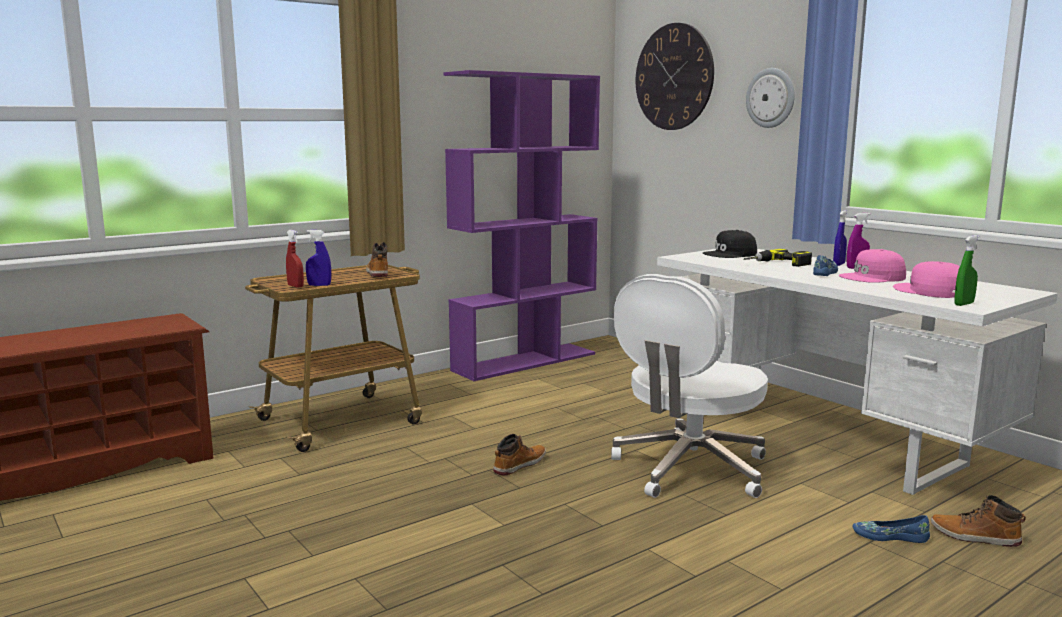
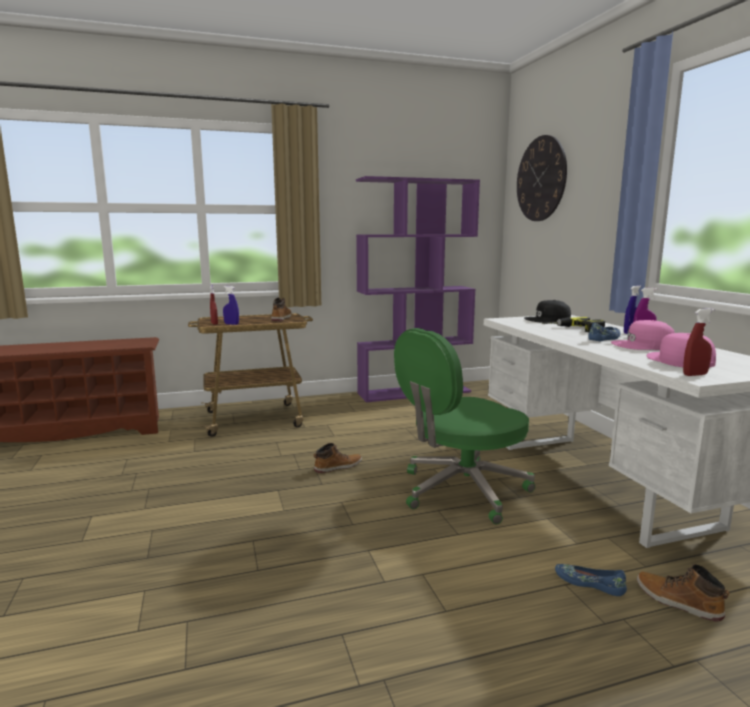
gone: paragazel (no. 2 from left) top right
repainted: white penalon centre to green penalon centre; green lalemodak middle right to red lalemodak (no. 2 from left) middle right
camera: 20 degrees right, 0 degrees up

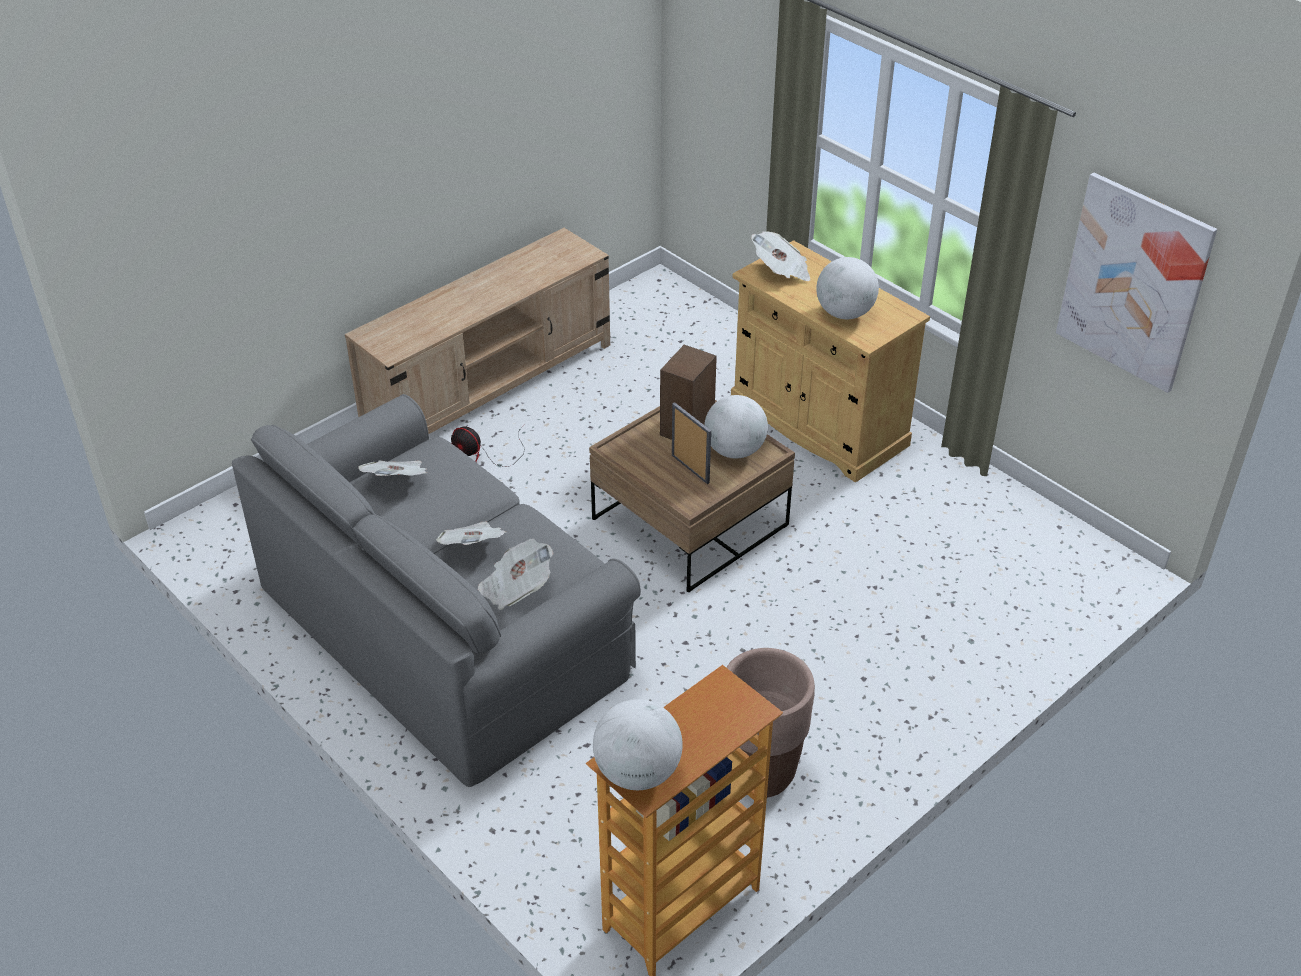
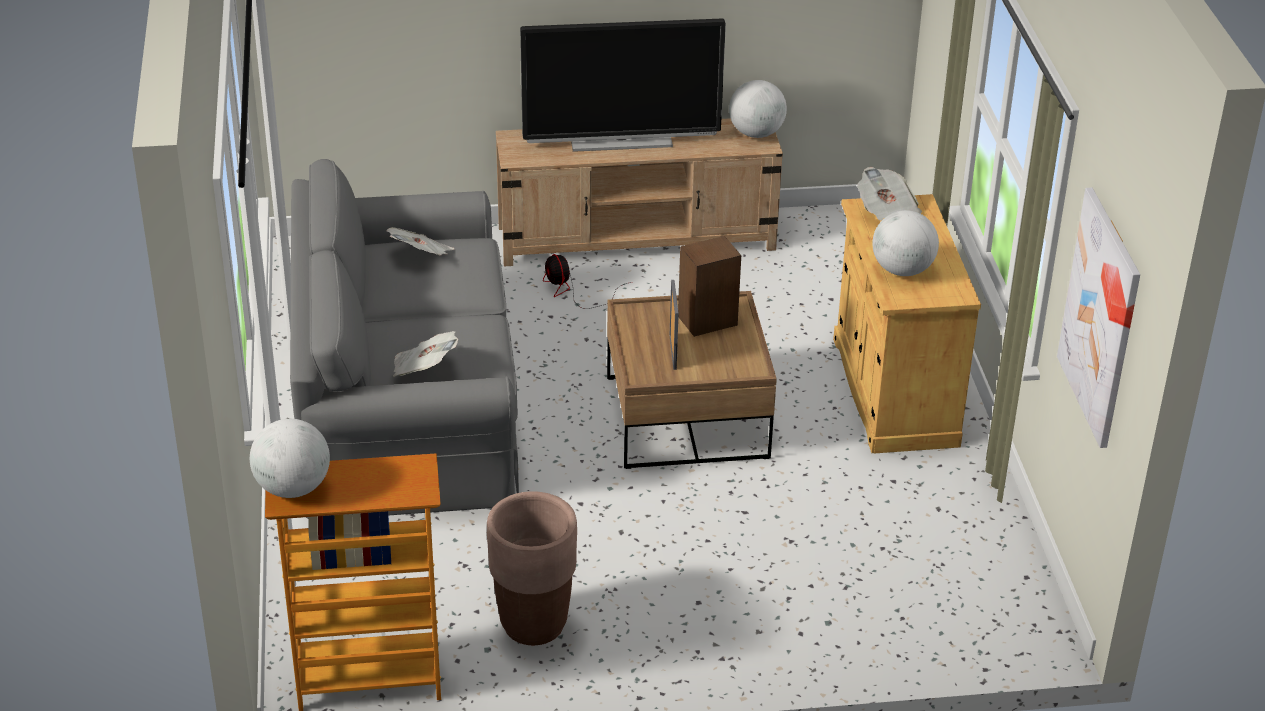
gone: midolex (no. 2 from left) centre
new: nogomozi top centre
shifted: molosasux (no. 2 from left) centre to top centre
camera: 35 degrees right, 5 degrees down

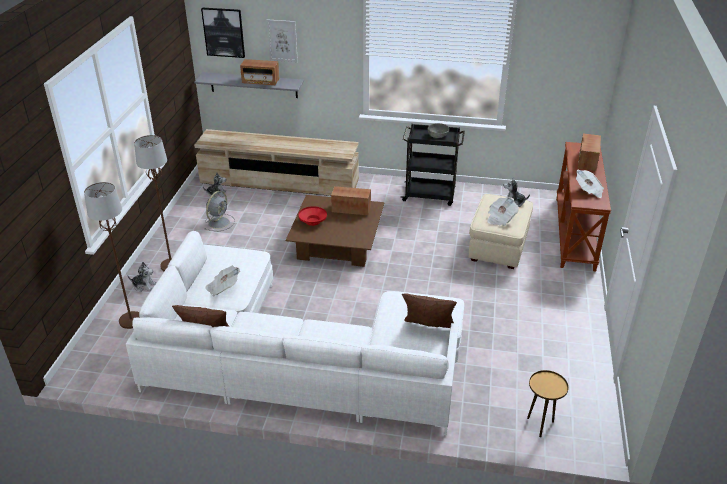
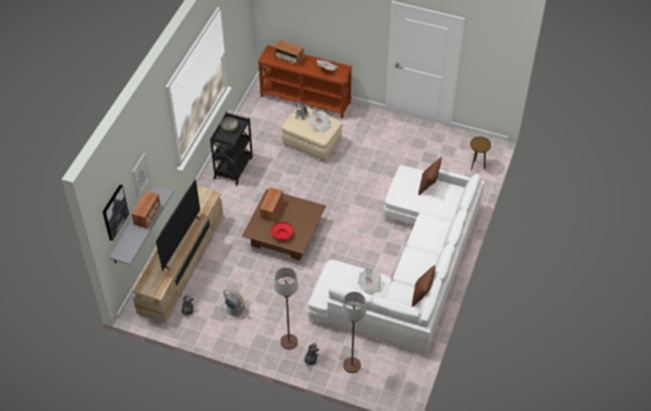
new: nogomozi middle left
camera: 80 degrees left, 15 degrees up

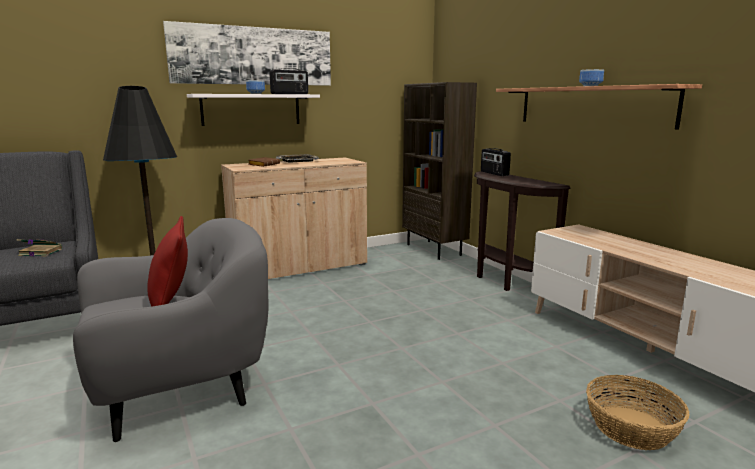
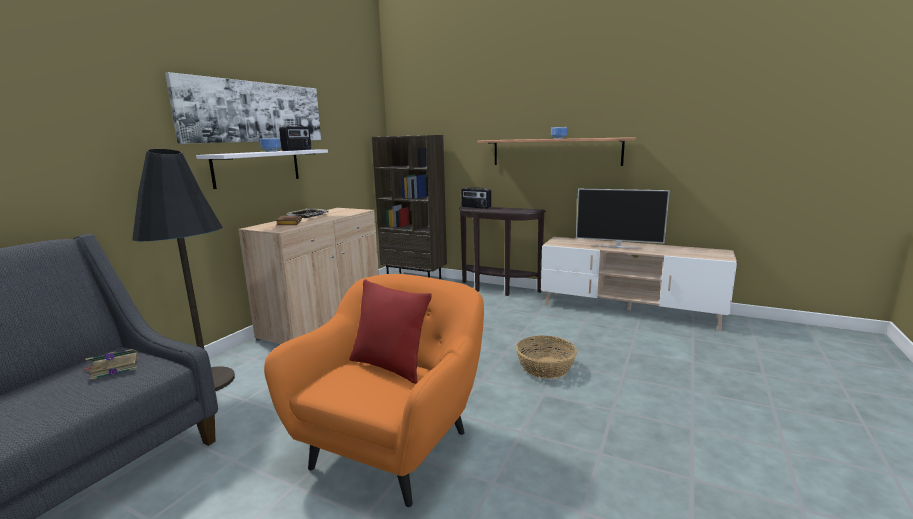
new: nogomozi middle right
shifted: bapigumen bottom right to bottom centre
repainted: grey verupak bottom left to orange verupak bottom centre
camera: 35 degrees left, 0 degrees up

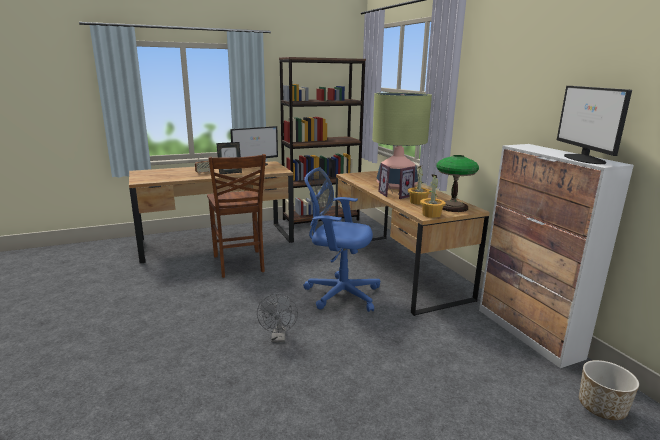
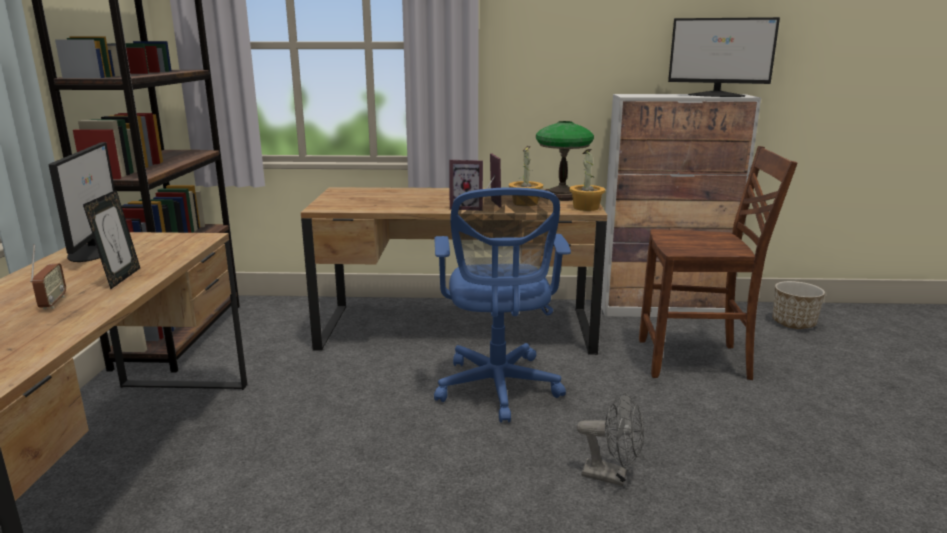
gone: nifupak (no. 1 from left) top centre
shifted: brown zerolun centre to middle right
rotated: blue penalon centre = centre 45 degrees counterclockwise
camera: 65 degrees left, 0 degrees up

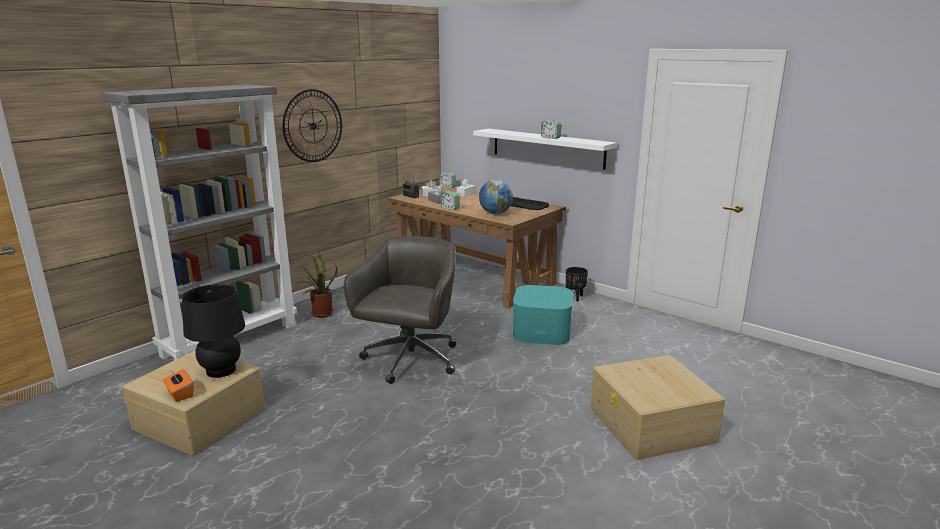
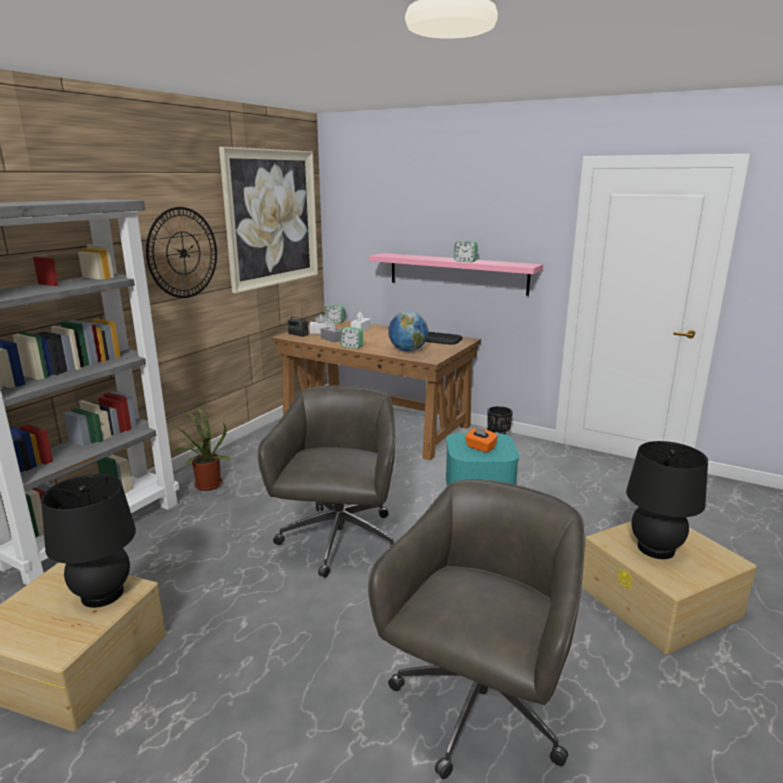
new: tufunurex top centre; grey penalon (no. 2 from left) bottom centre; black nifupak (no. 2 from left) middle right
shifted: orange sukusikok bottom left to centre
repainted: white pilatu top centre to pink pilatu centre
camera: 10 degrees left, 0 degrees up

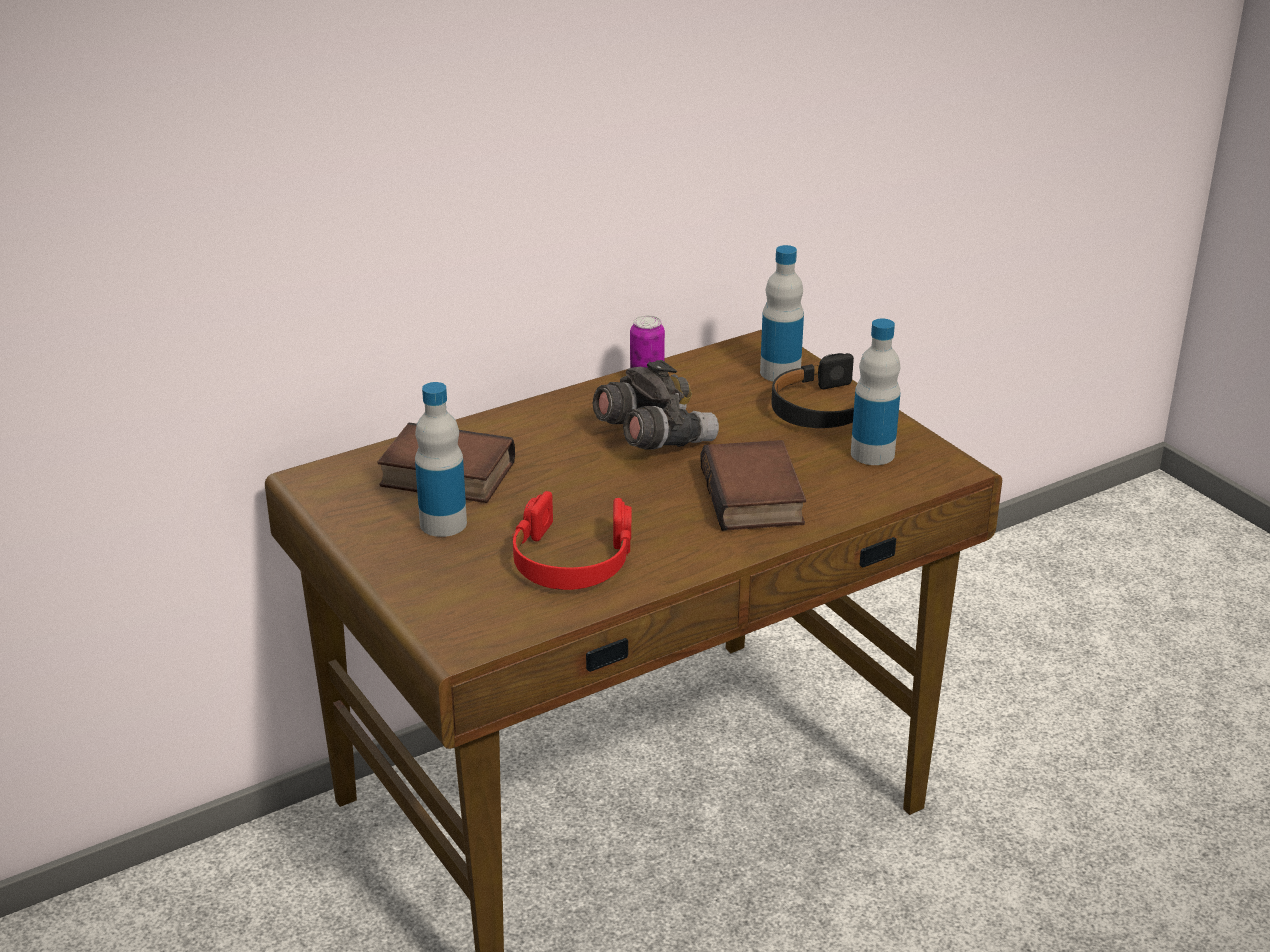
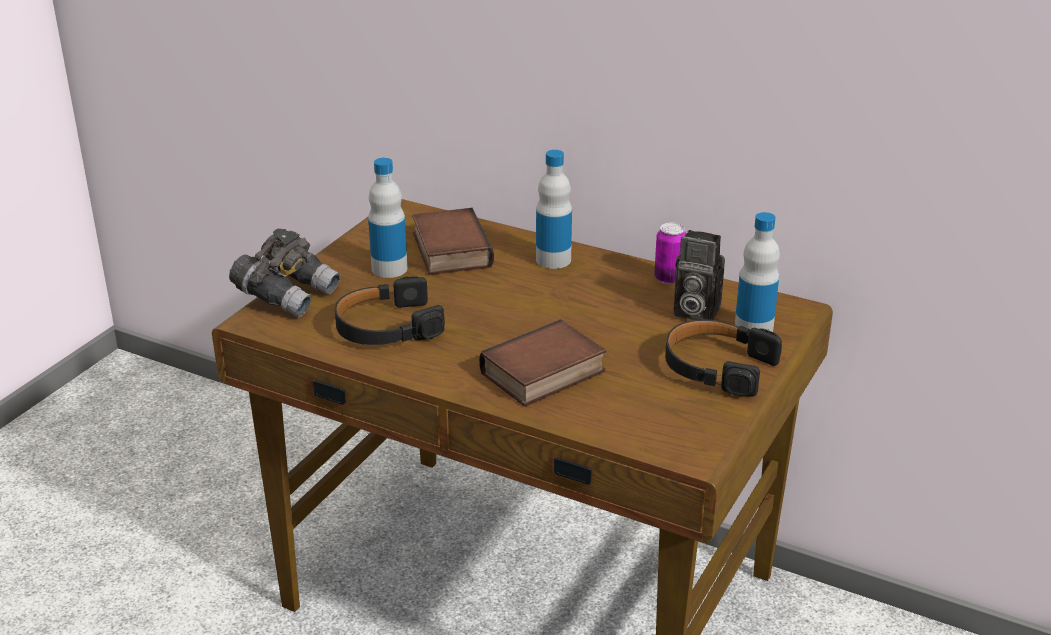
new: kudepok centre
shifted: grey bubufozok centre to middle left; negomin (no. 3 from left in the first image) middle right to negomin (no. 2 from left) top centre
repainted: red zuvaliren centre to black zuvaliren (no. 1 from left) centre
camera: 60 degrees right, 0 degrees up

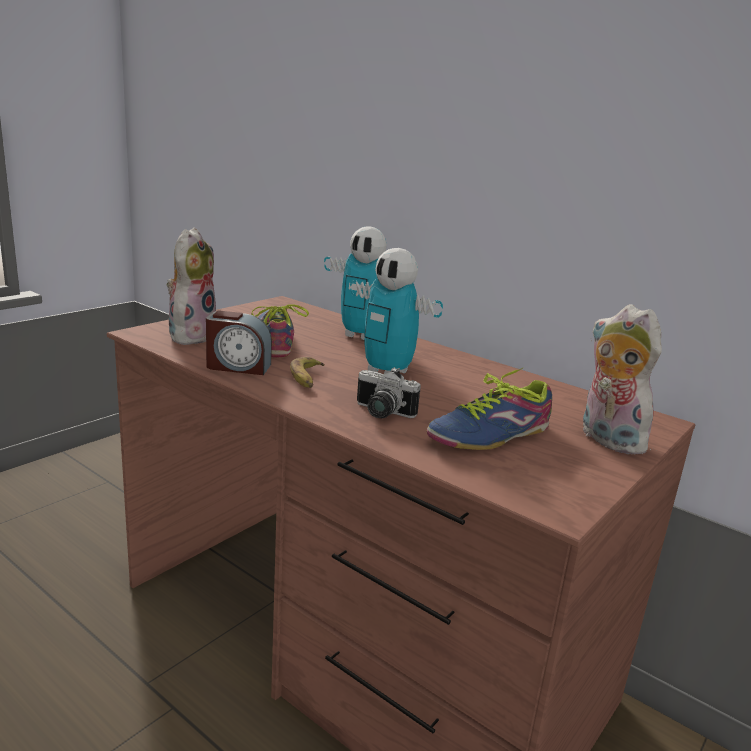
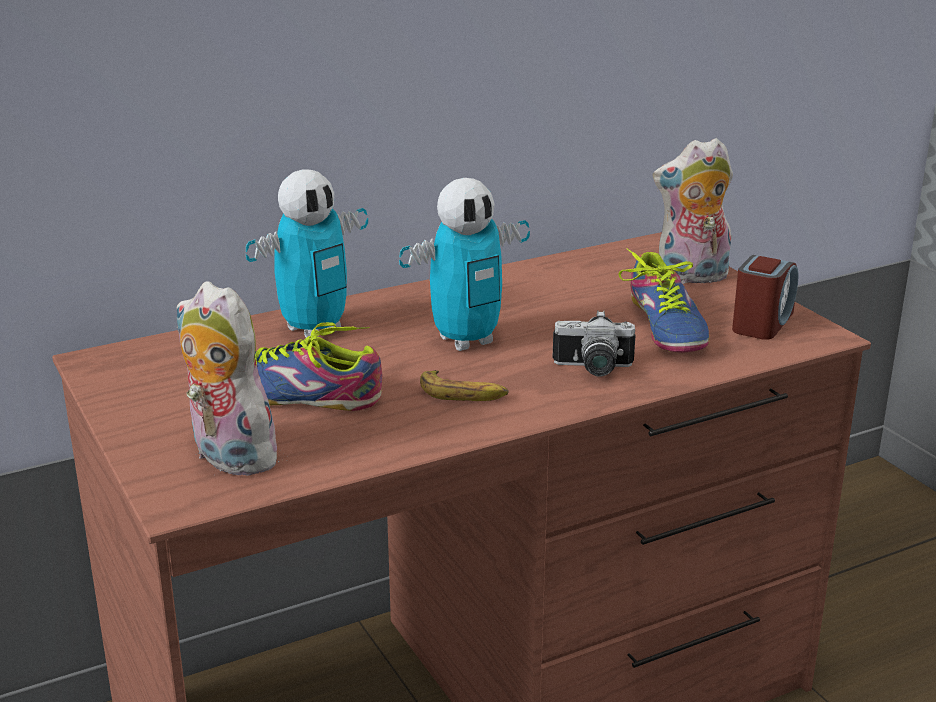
shifted: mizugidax middle left to middle right
rotated: kudepok centre = centre 45 degrees clockwise
camera: 65 degrees left, 5 degrees up

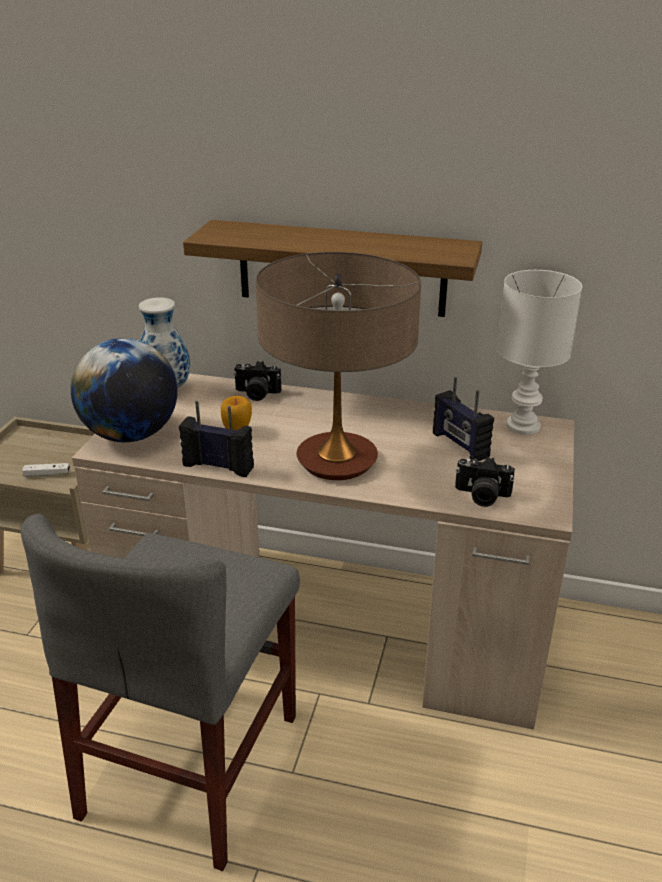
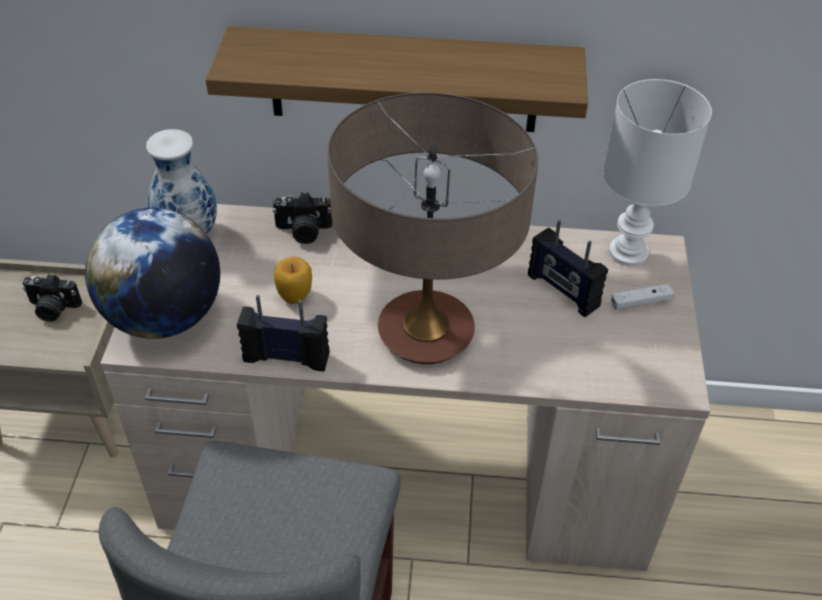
shifted: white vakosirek middle left to middle right; kudepok (no. 2 from left in the first image) middle right to kudepok (no. 1 from left) middle left
camera: 10 degrees left, 15 degrees up

